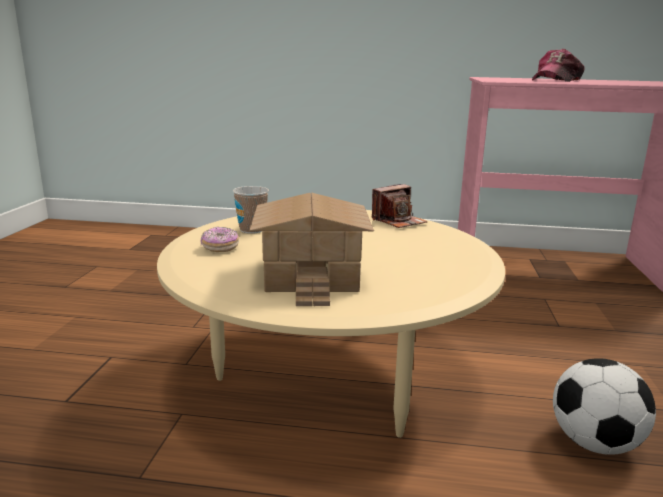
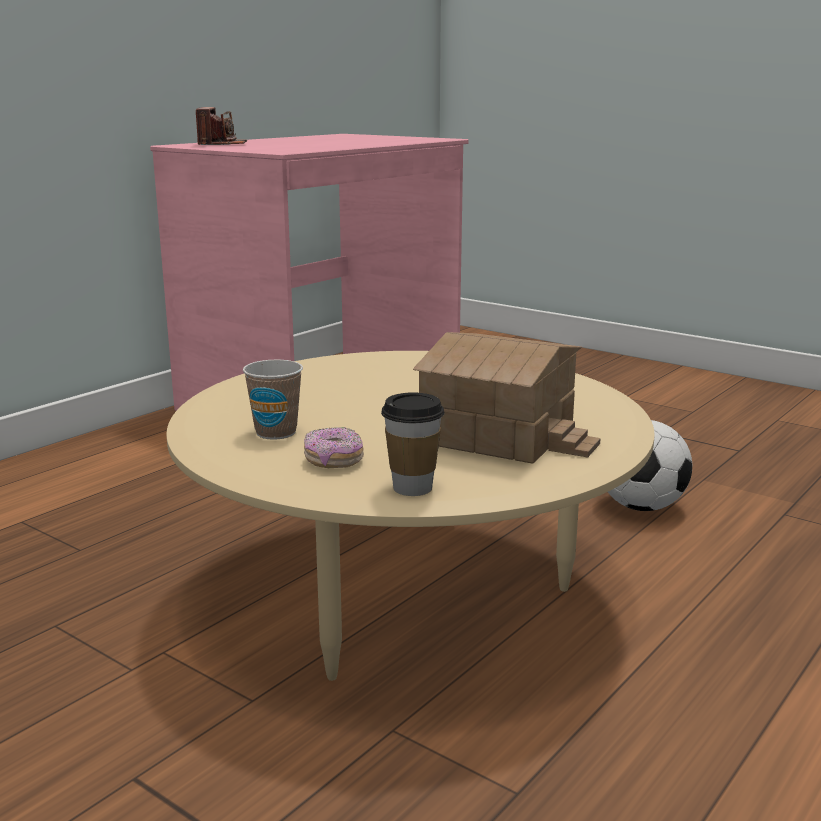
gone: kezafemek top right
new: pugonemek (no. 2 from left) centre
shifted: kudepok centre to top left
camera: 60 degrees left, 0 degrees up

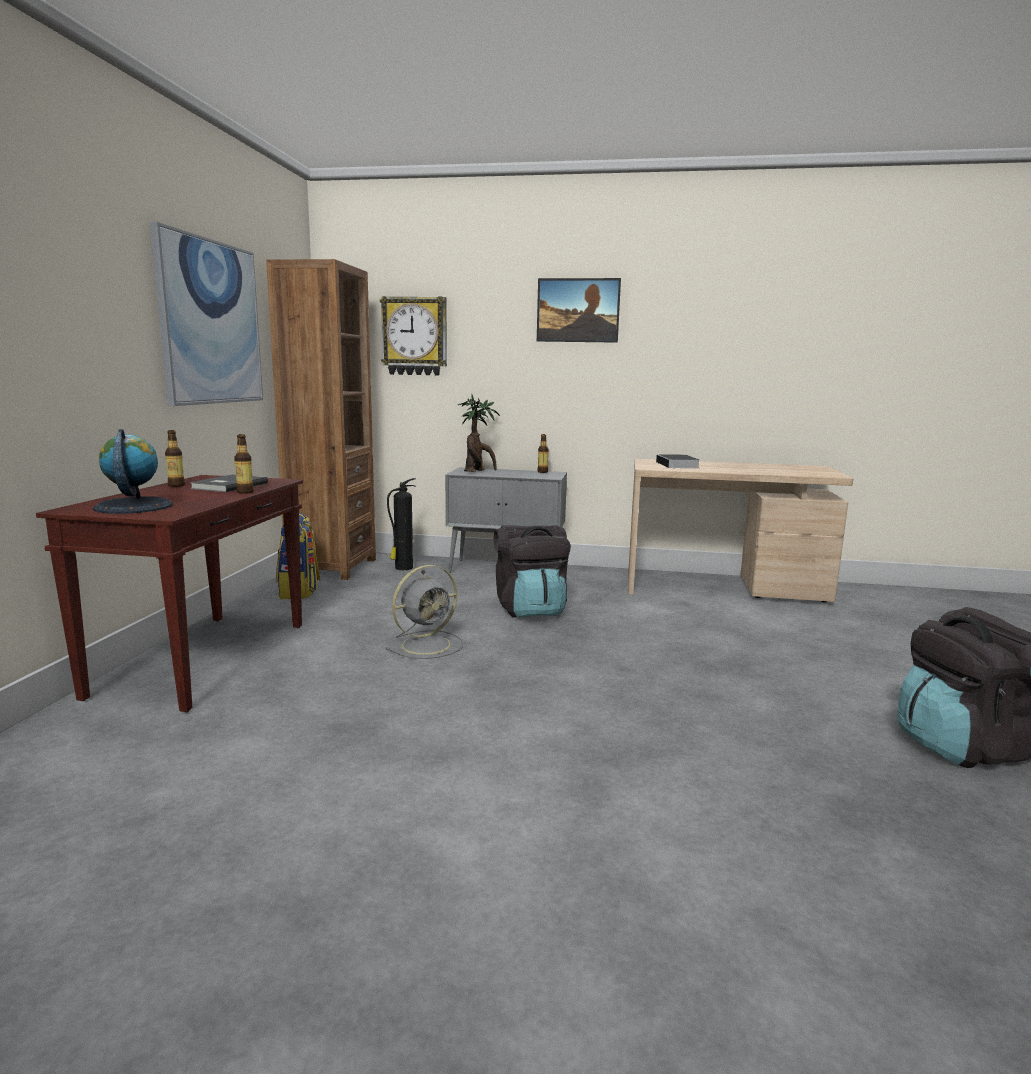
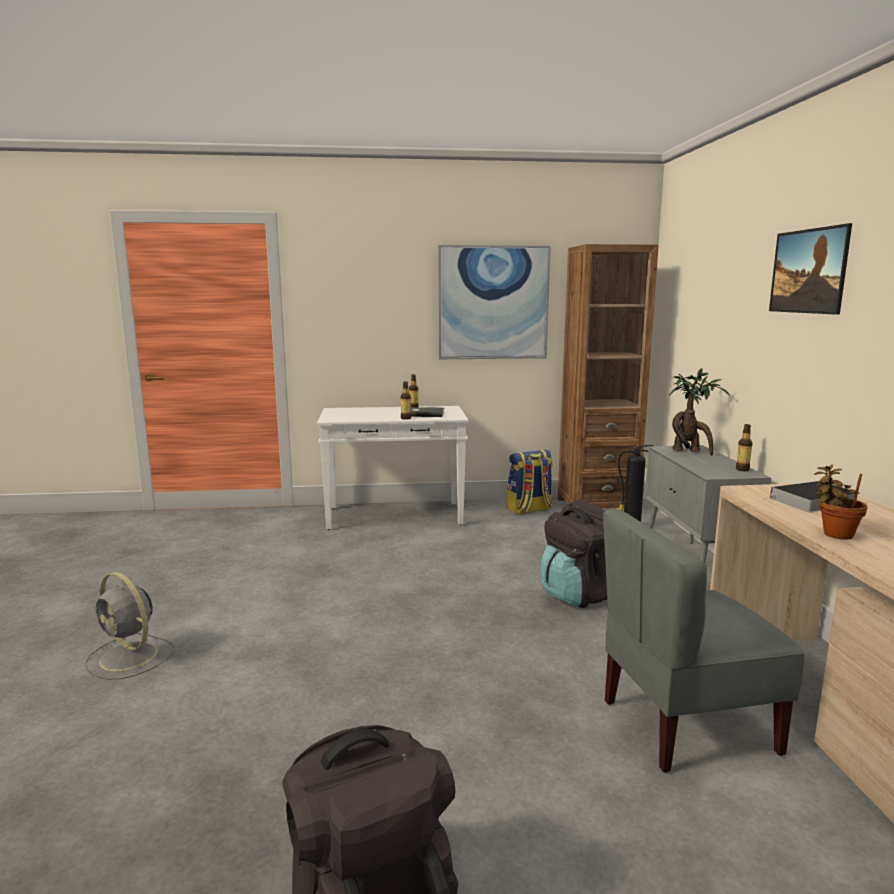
gone: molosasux middle left; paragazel top centre
new: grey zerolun bottom right; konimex (no. 2 from left) middle right
shifted: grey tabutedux centre to bottom left
repainted: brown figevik middle left to white figevik centre
camera: 75 degrees right, 0 degrees up

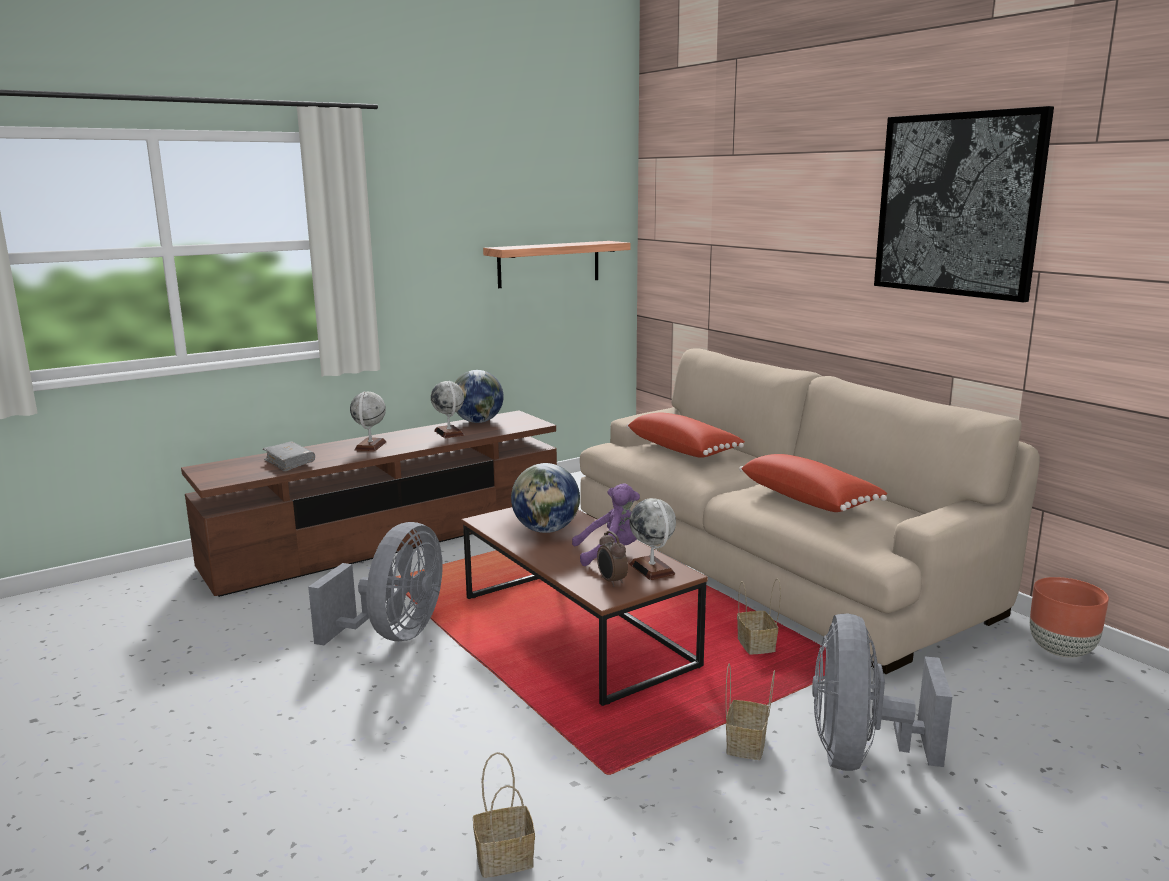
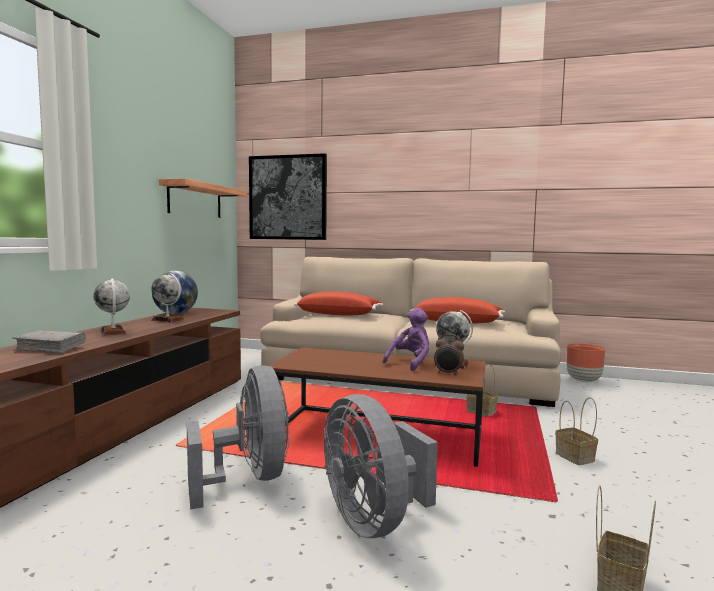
gone: molosasux (no. 4 from left) centre
shifted: grey tabutedux (no. 2 from left) bottom right to bottom centre; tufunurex top right to top centre
camera: 40 degrees left, 10 degrees down

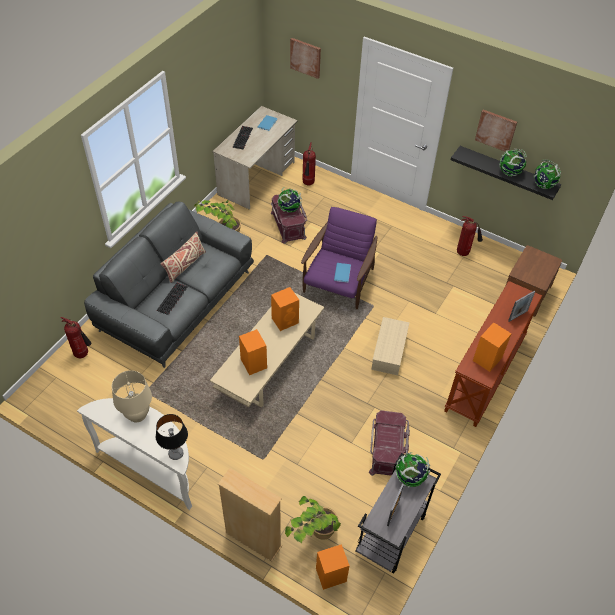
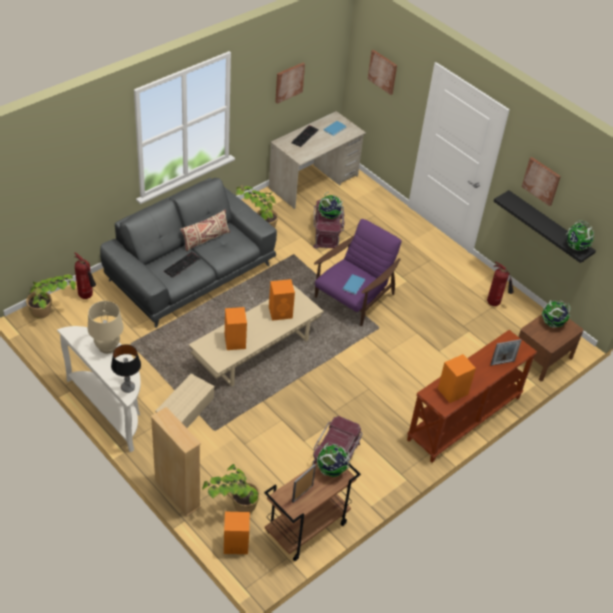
gone: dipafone (no. 2 from left) top centre
new: konimex (no. 1 from left) middle left; tufunurex (no. 1 from left) top centre
shifted: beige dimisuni centre to middle left; molosasux (no. 3 from left) top right to middle right
repainted: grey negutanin bottom centre to brown negutanin bottom centre
camera: 15 degrees right, 5 degrees down

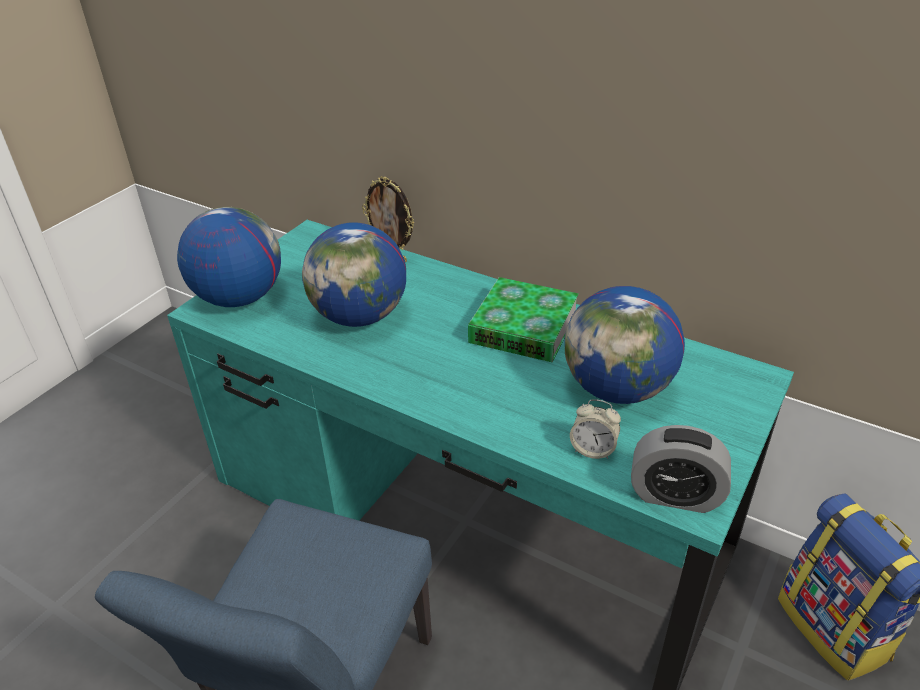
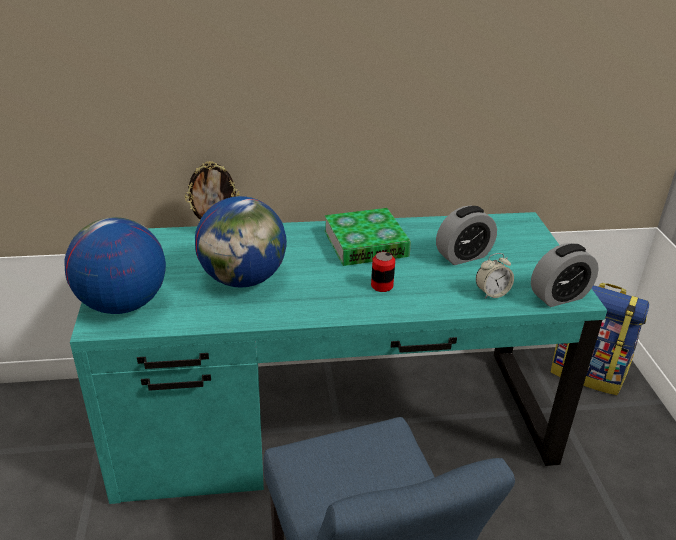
new: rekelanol centre
swapped: molosasux (no. 3 from left) middle right to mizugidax (no. 1 from left) middle right
camera: 40 degrees left, 5 degrees down

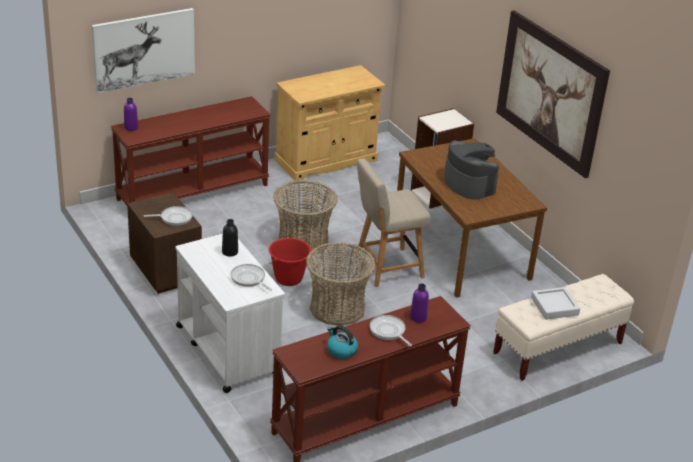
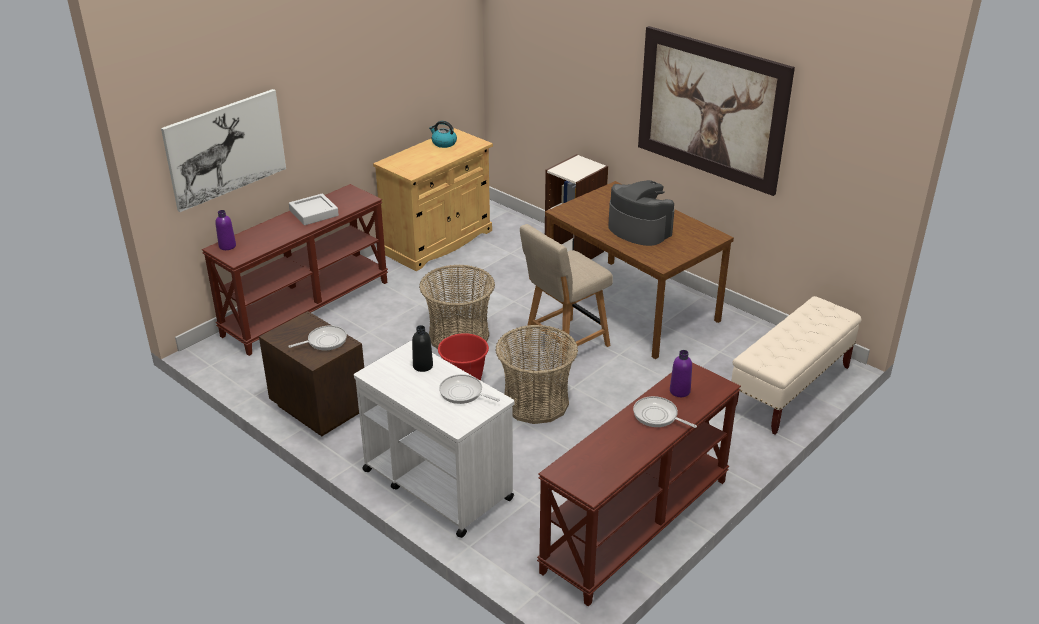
shifted: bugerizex bottom centre to top centre; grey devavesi middle right to middle left
camera: 15 degrees left, 0 degrees up

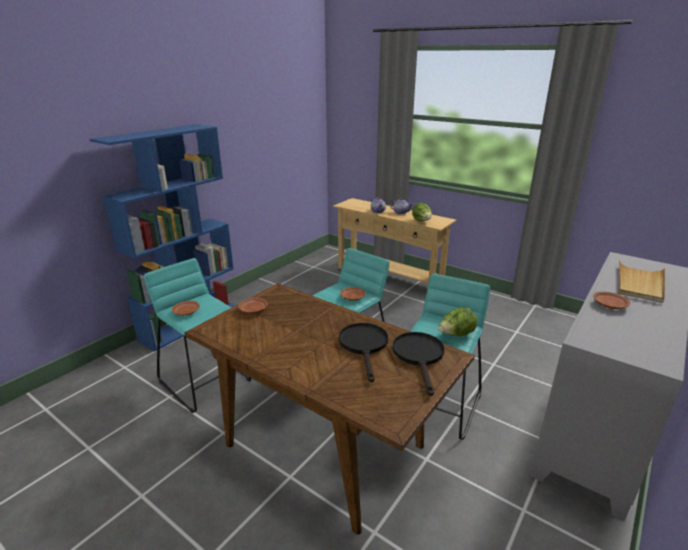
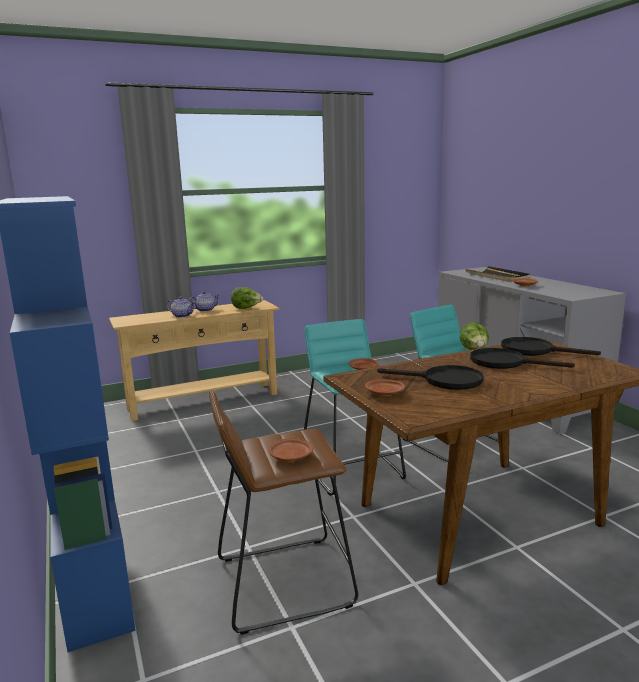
new: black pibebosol (no. 1 from left) middle right
repainted: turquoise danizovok (no. 1 from left) middle left to brown danizovok bottom centre; beige devavesi middle right to black devavesi middle right
camera: 60 degrees left, 10 degrees down

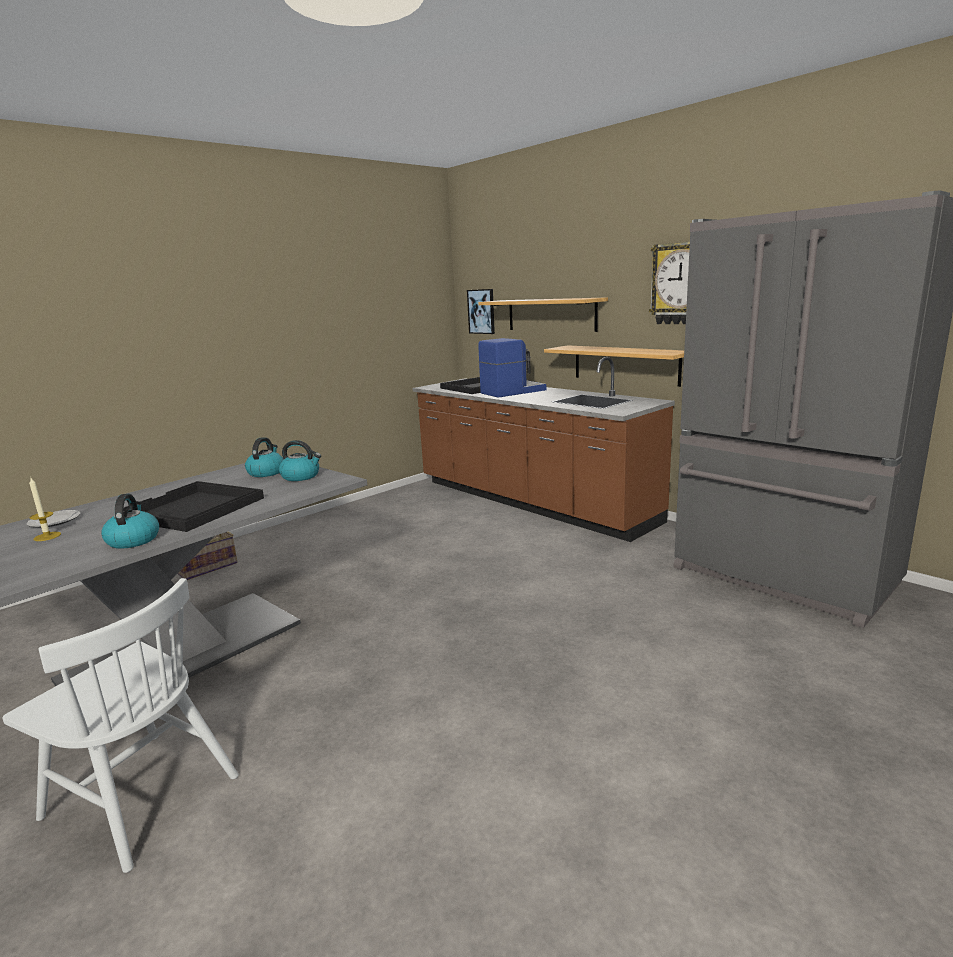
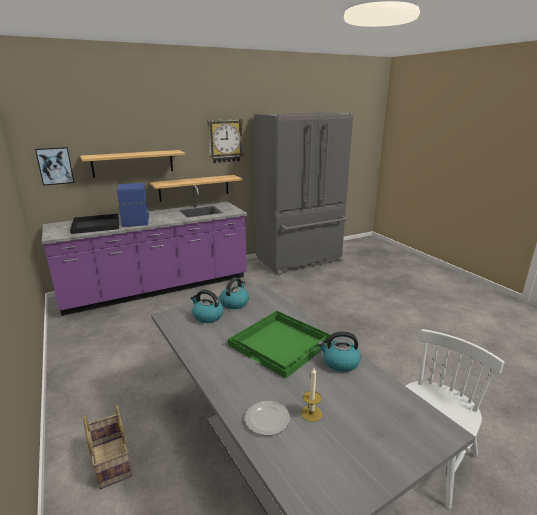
repainted: black devavesi (no. 1 from left) middle left to green devavesi bottom centre; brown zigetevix centre to purple zigetevix middle left
camera: 75 degrees left, 5 degrees up

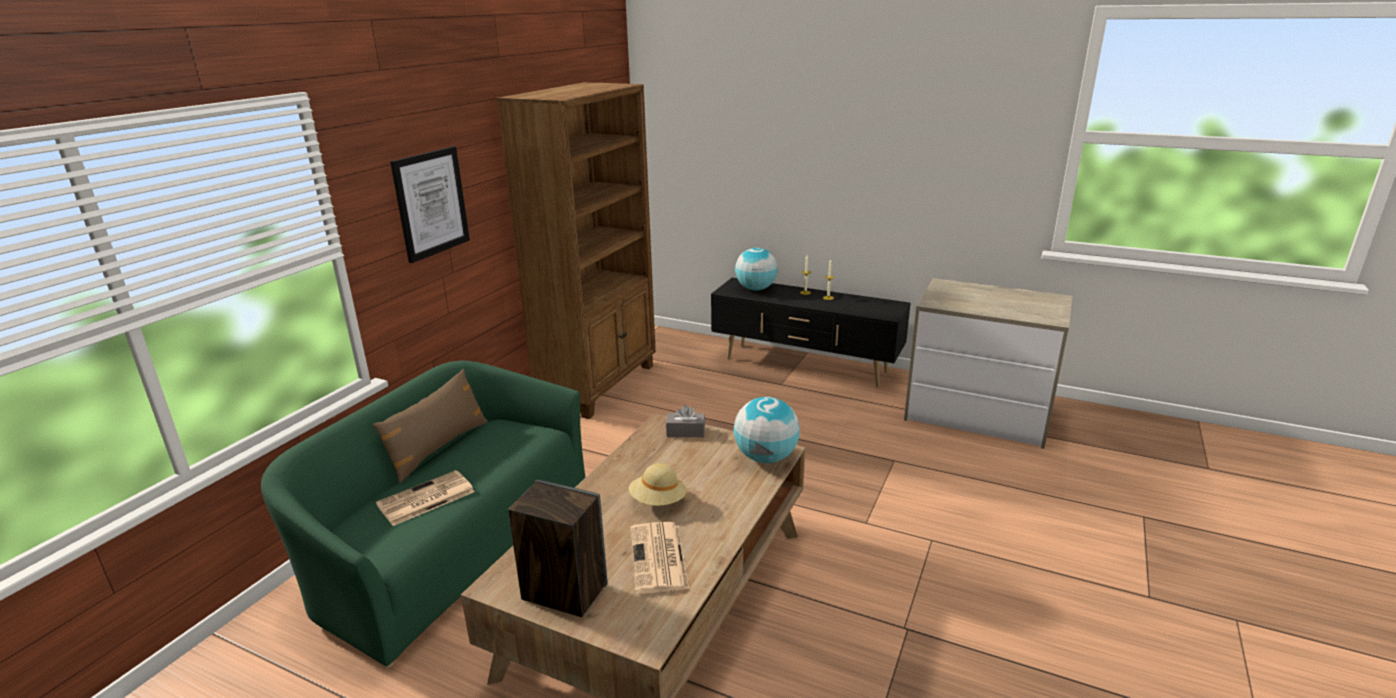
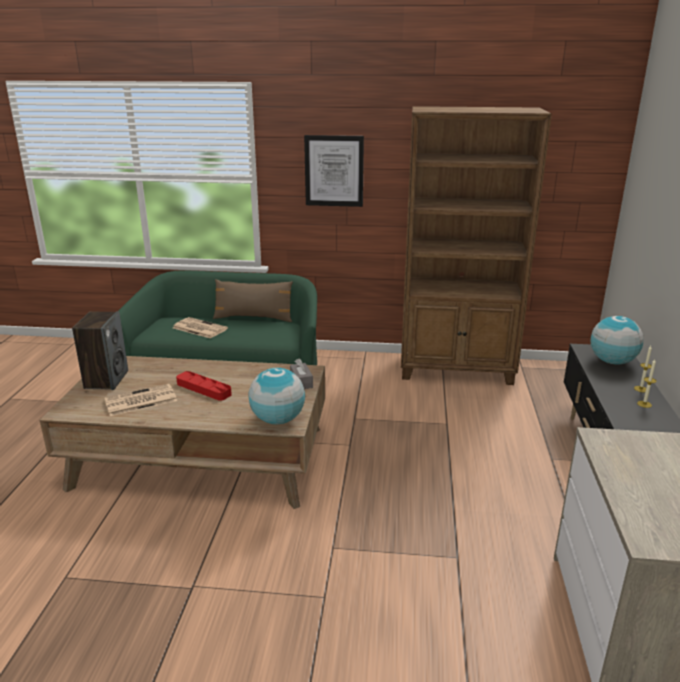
swapped: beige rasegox bottom centre to red devavesi middle left
camera: 70 degrees right, 0 degrees up

